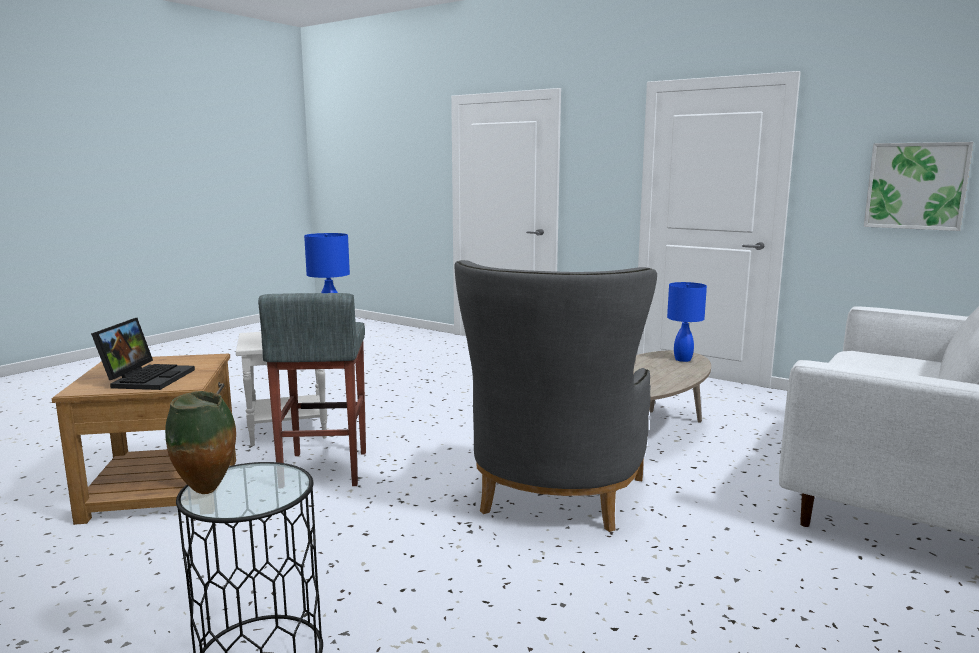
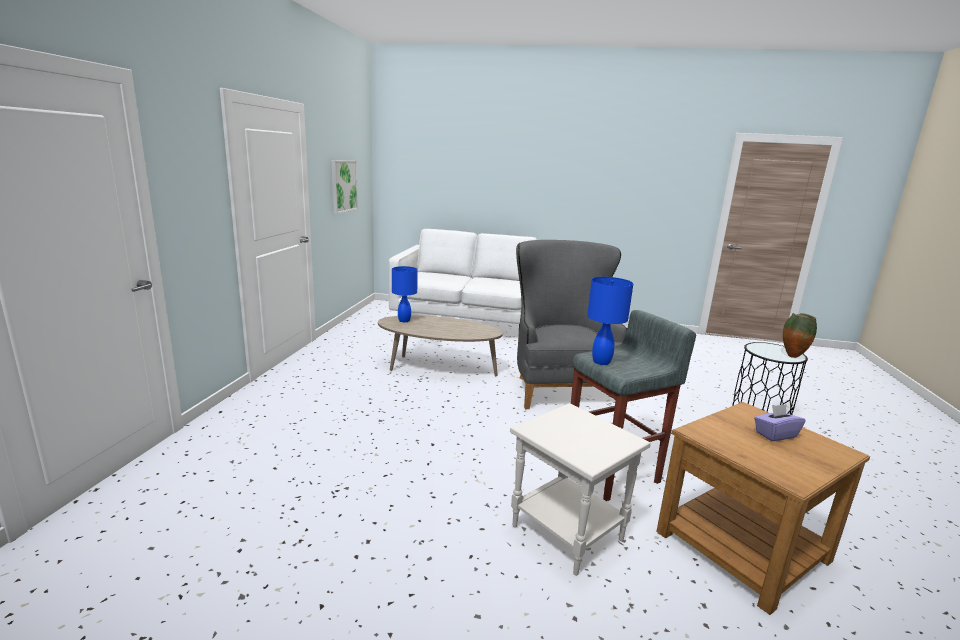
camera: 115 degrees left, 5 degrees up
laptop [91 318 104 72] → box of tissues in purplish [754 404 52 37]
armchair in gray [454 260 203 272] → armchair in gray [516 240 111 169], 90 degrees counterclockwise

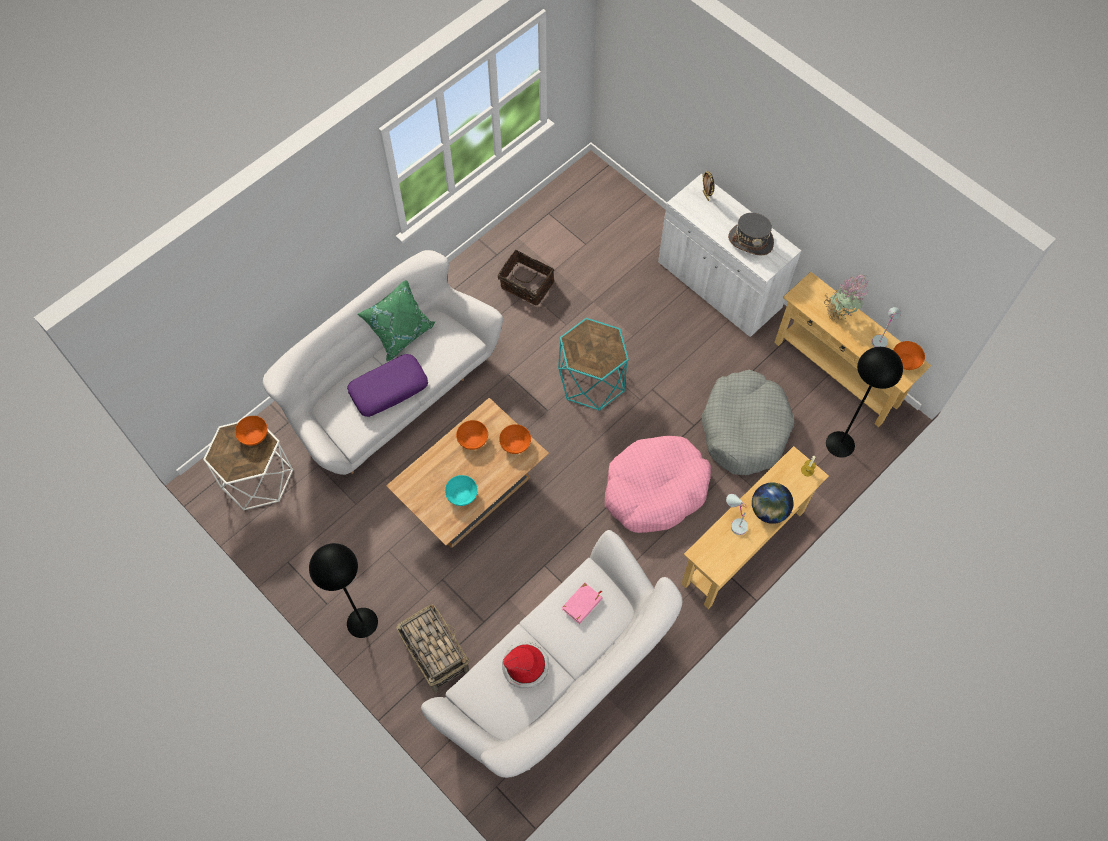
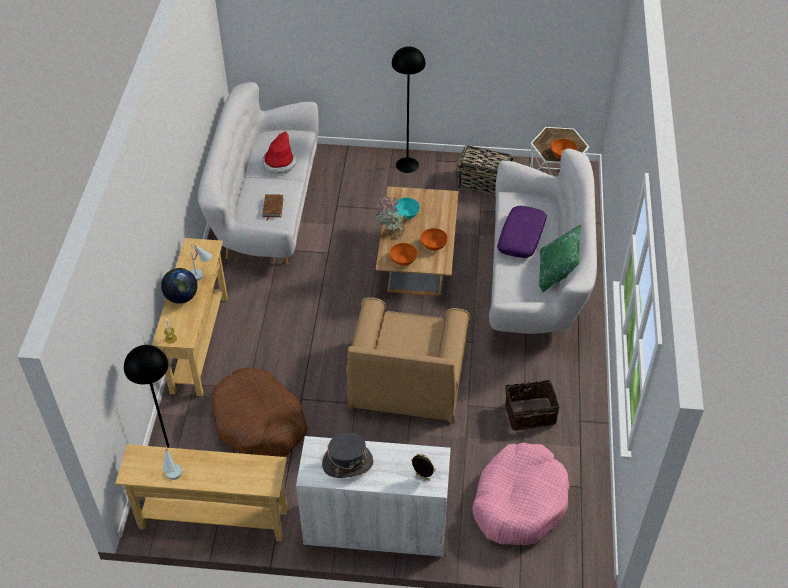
camera: 140 degrees right, 15 degrees down
basket [396 605 73 88] → basket [456 145 58 51], relocated
accent table in turquoise-coloured [558 318 71 93] → armchair in brown [346 298 124 126]
volume in pink-coloured [562 582 41 42] → volume in brown [262 194 22 27]
dog bed in pink-coloured [605 435 106 98] → dog bed in pink-coloured [472 442 98 103], relocated
dog bed in gray [701 370 93 105] → dog bed in brown [212 368 95 89]
potted plant [824 275 45 48] → potted plant [376 197 33 43], relocated
serving bowl in orange [893 341 32 29] → -

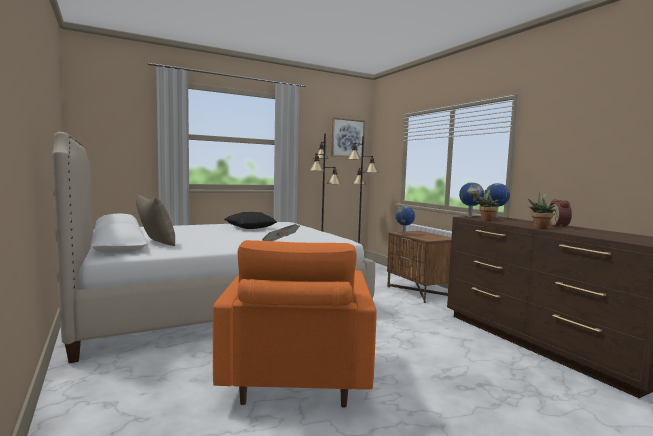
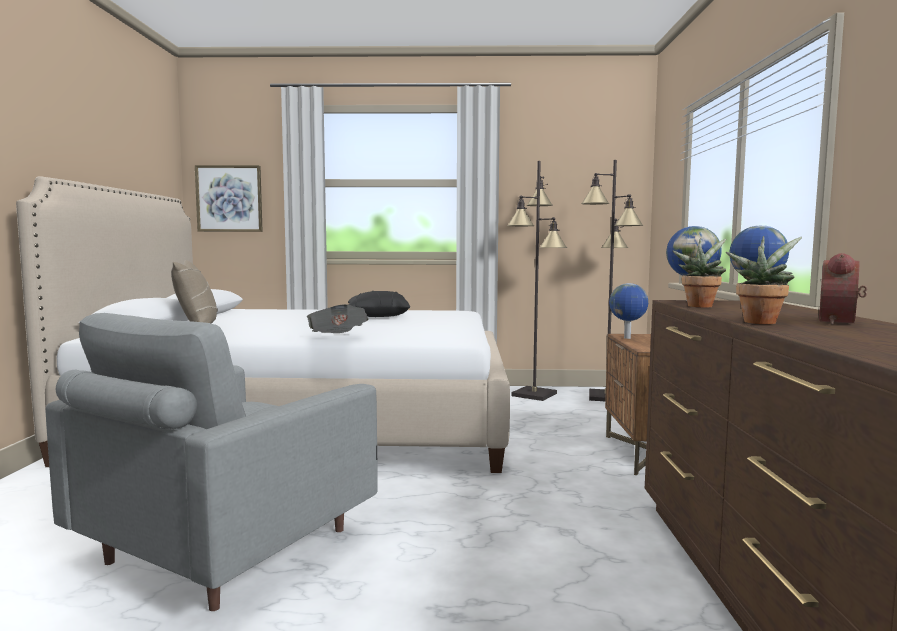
camera: 30 degrees right, 0 degrees up
armchair in orange [213 240 164 168] → armchair in gray [45 313 333 298]
picture [331 117 34 41] → picture [195 165 68 67], relocated

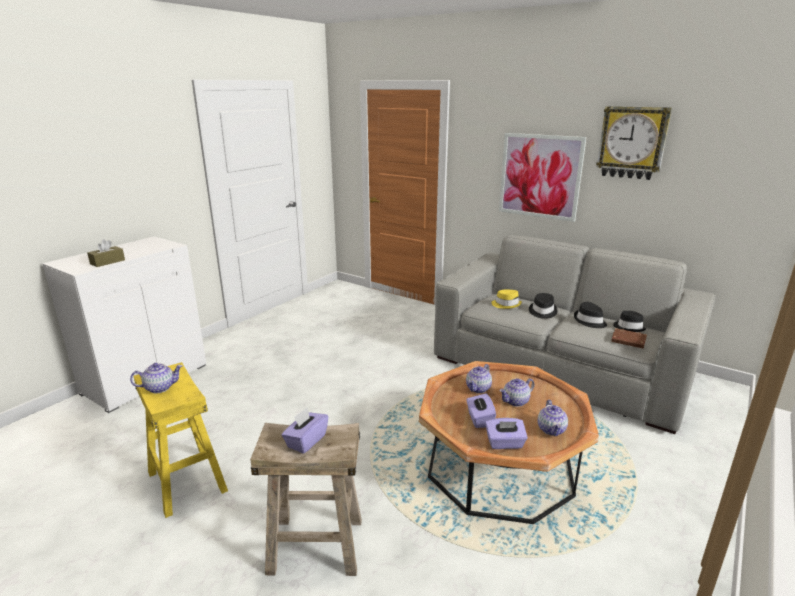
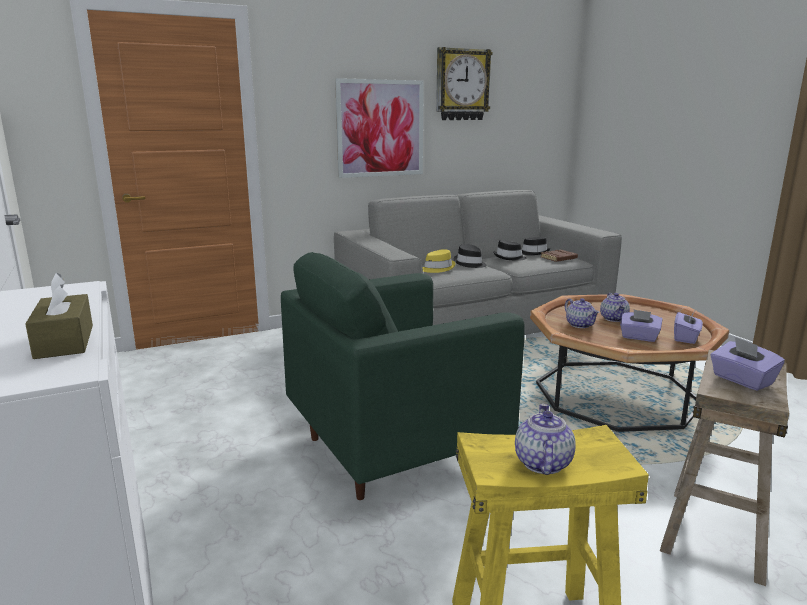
camera: 60 degrees left, 5 degrees down
teapot [538 400 30 36] → -
- → armchair in green-coloured [281 252 244 248]

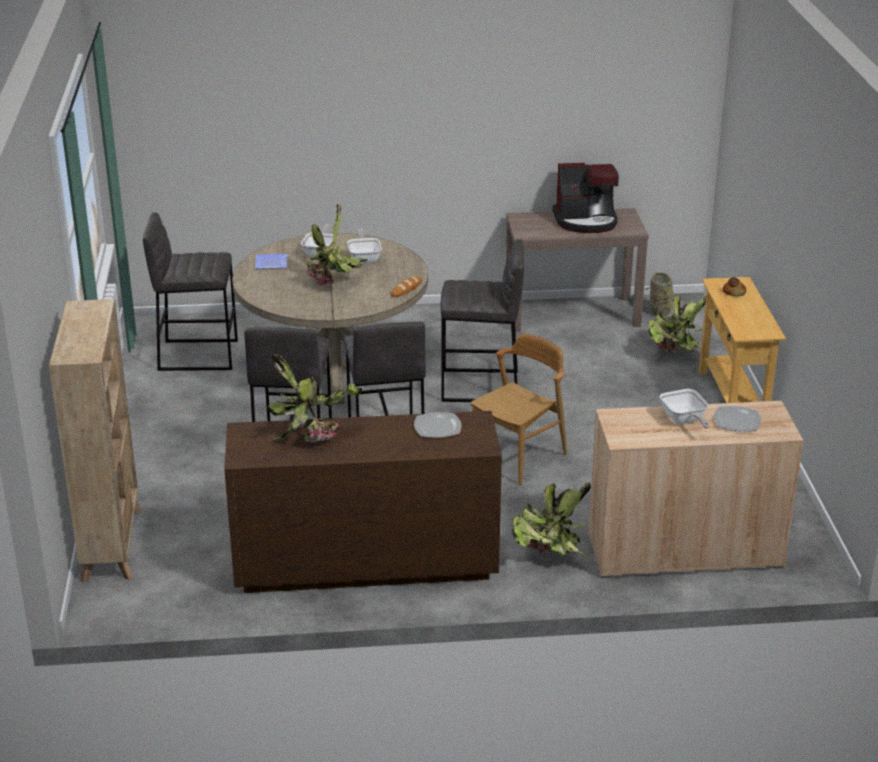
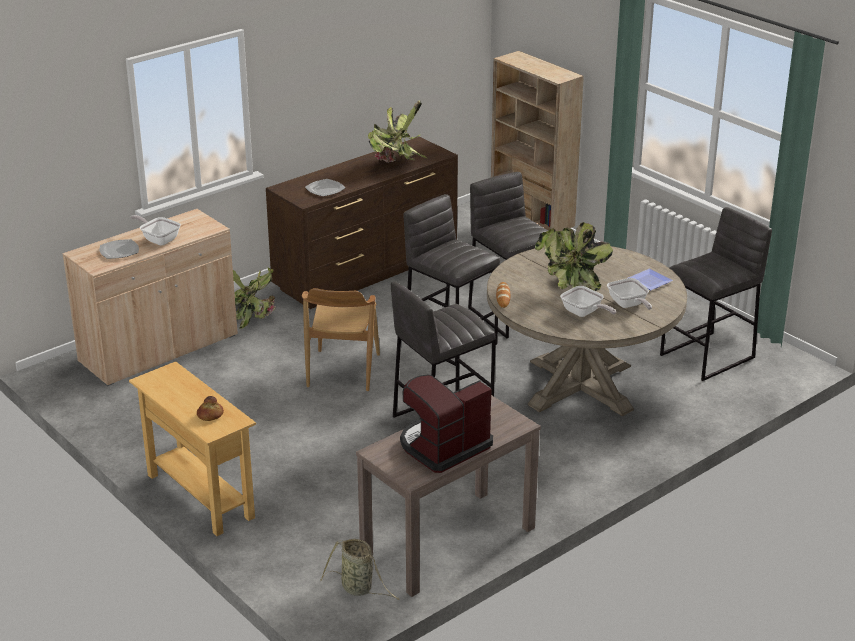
camera: 145 degrees right, 0 degrees up
potted plant [648 294 62 60] → -

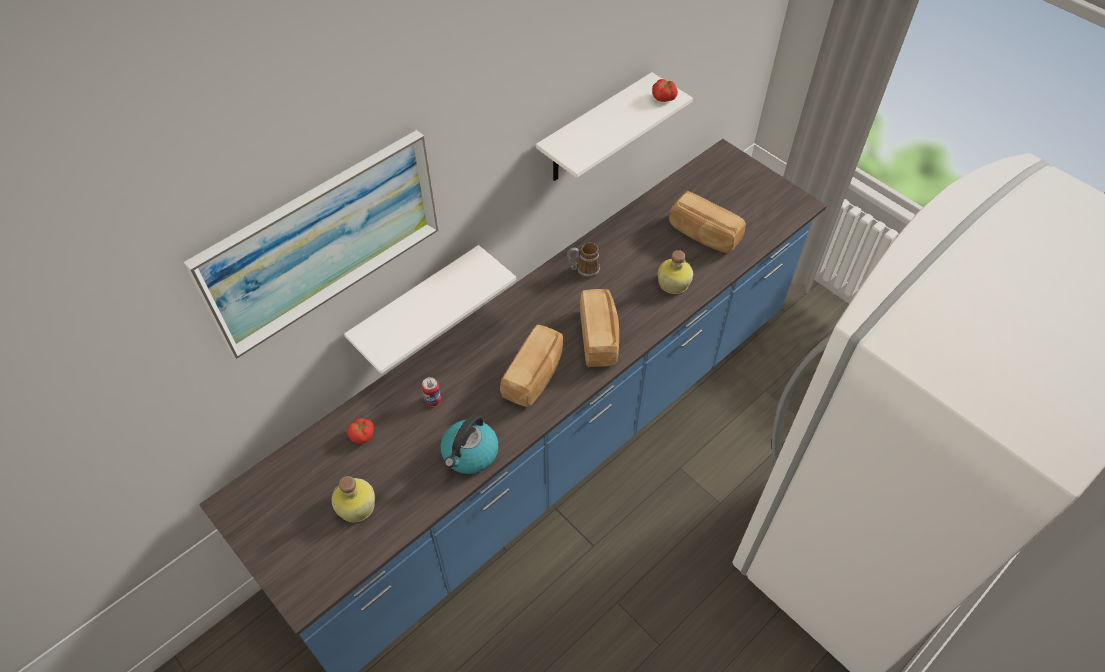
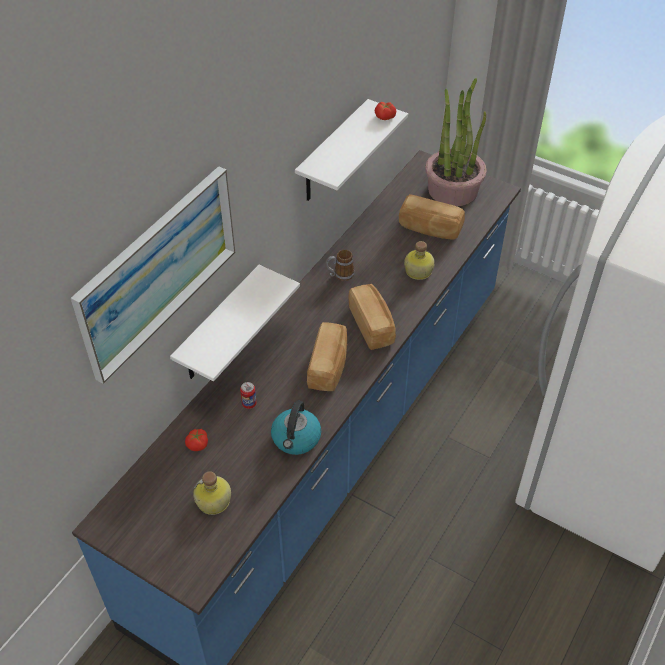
camera: 15 degrees left, 5 degrees down
- → potted plant [425 78 62 128]

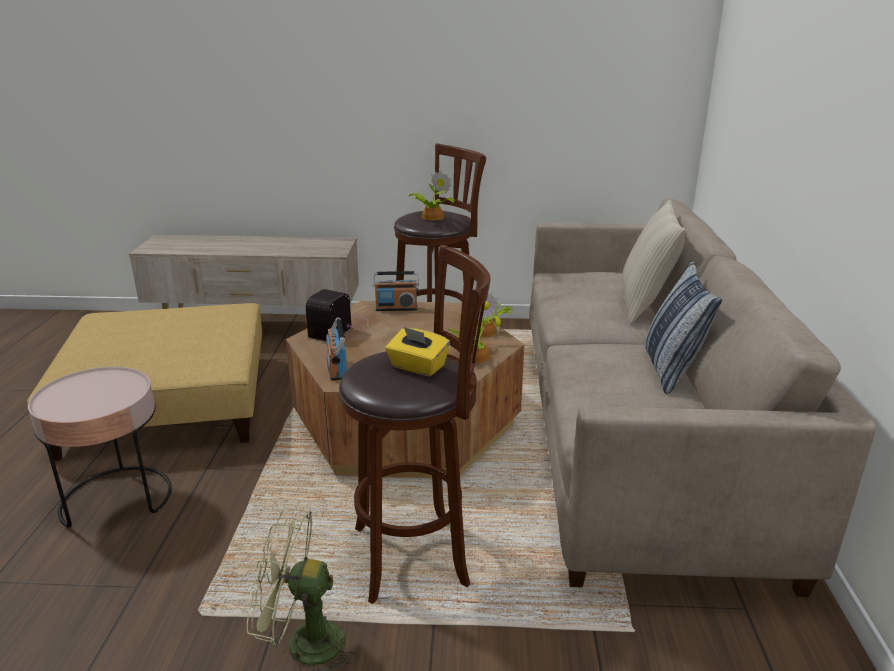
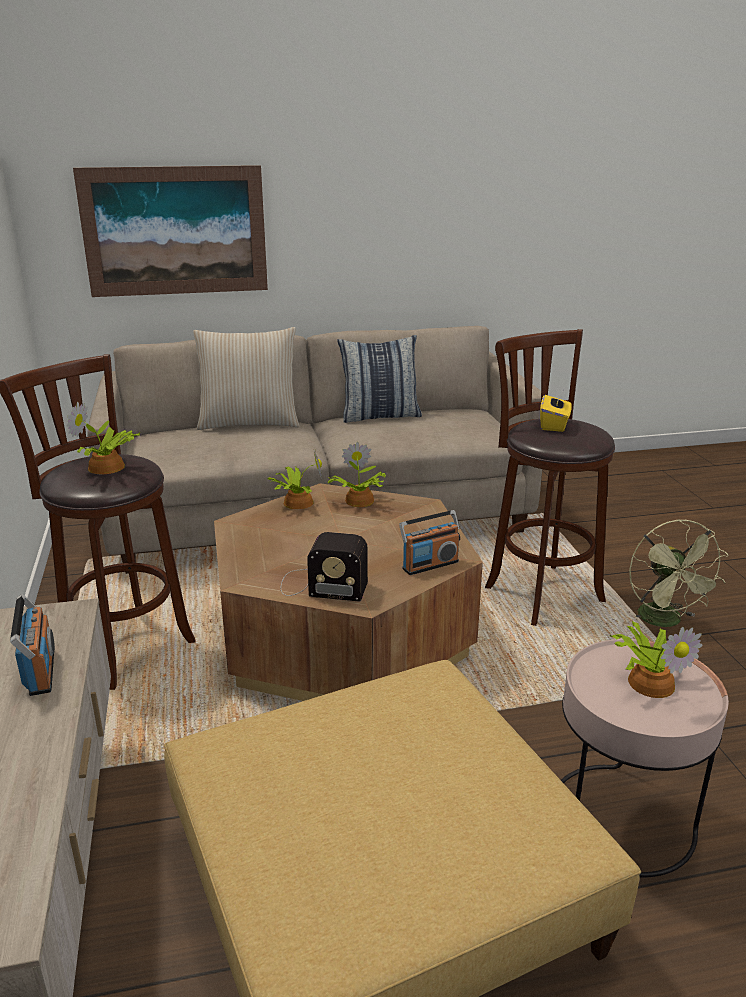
camera: 105 degrees left, 0 degrees up
radio [373 271 46 40] → radio [10 594 45 102], relocated
- → picture [73 165 195 132]
- → potted plant [610 622 92 76]

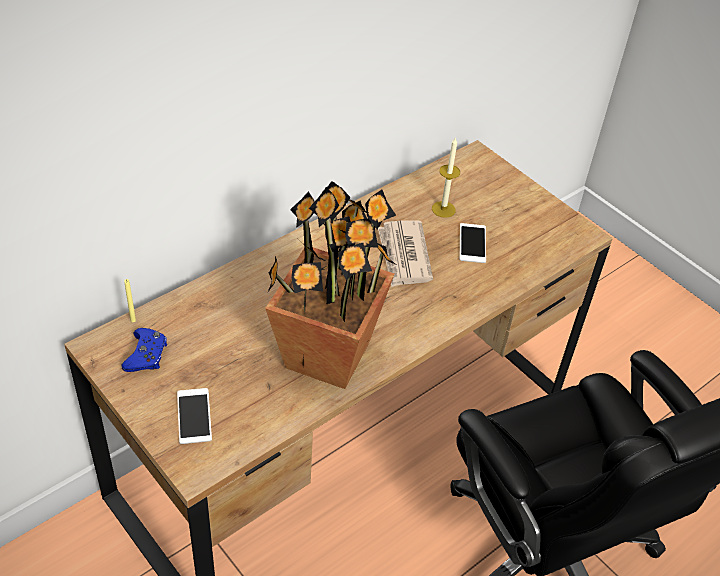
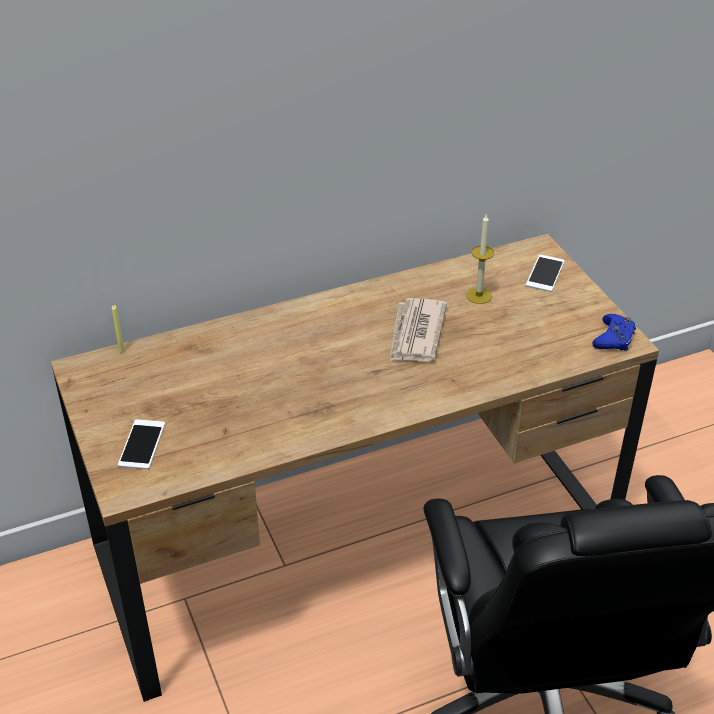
camera: 20 degrees right, 5 degrees down
gamepad in blue [121 328 46 44] → gamepad in blue [592 314 44 37], relocated
potted plant [265 181 131 208] → -
handset [460 223 26 40] → handset [526 255 39 37], relocated

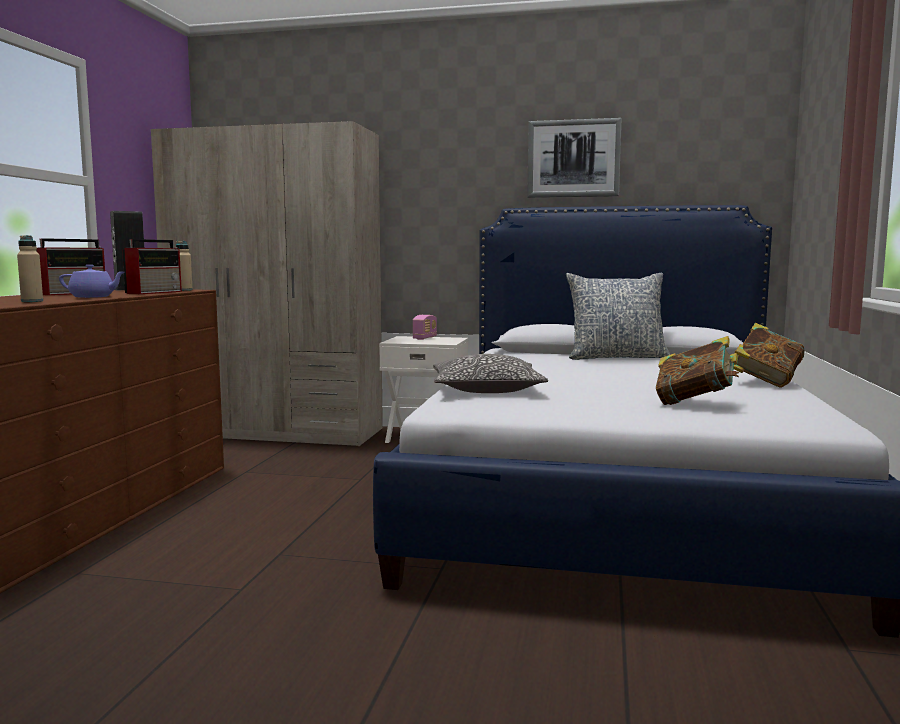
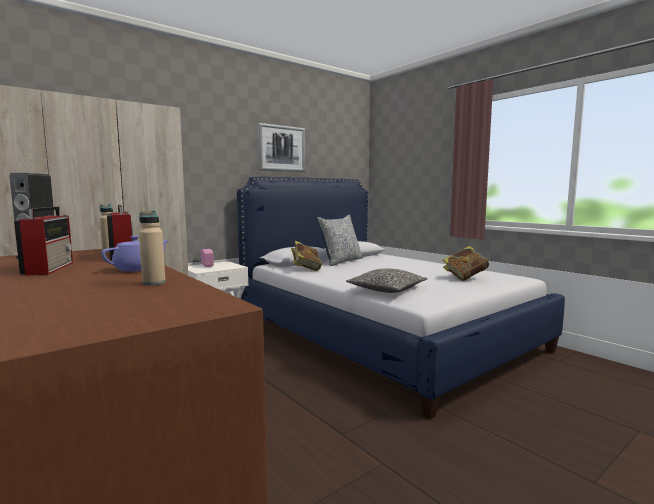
camera: 50 degrees left, 0 degrees up
volume [733 323 71 64] → volume [291 241 31 30], relocated

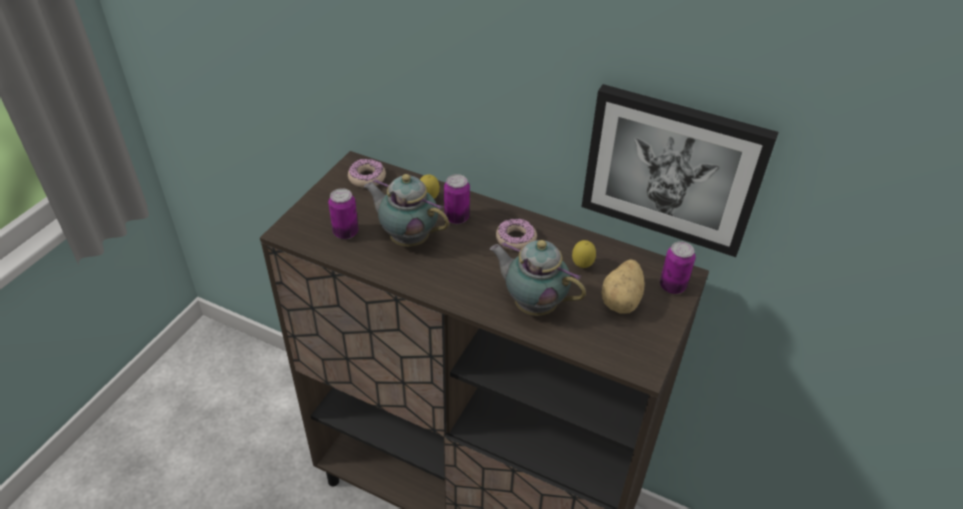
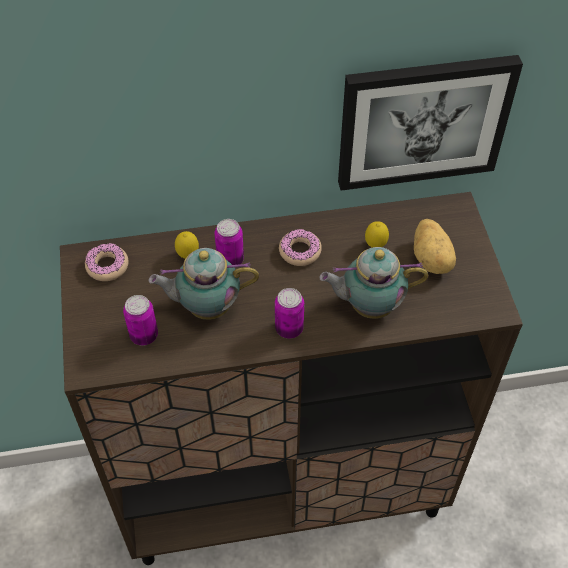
camera: 35 degrees left, 10 degrees up
can [660 241 35 53] → can [275 288 29 51], relocated

